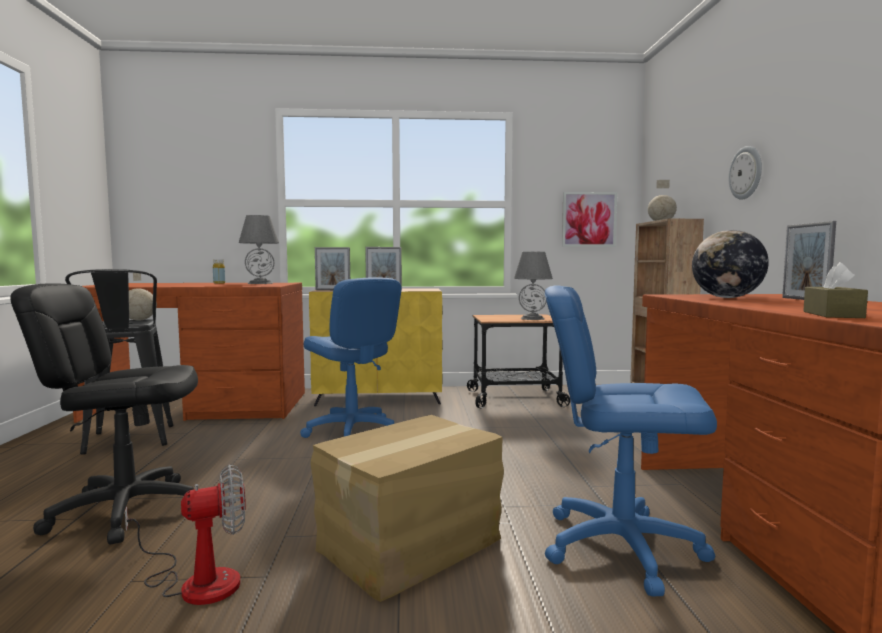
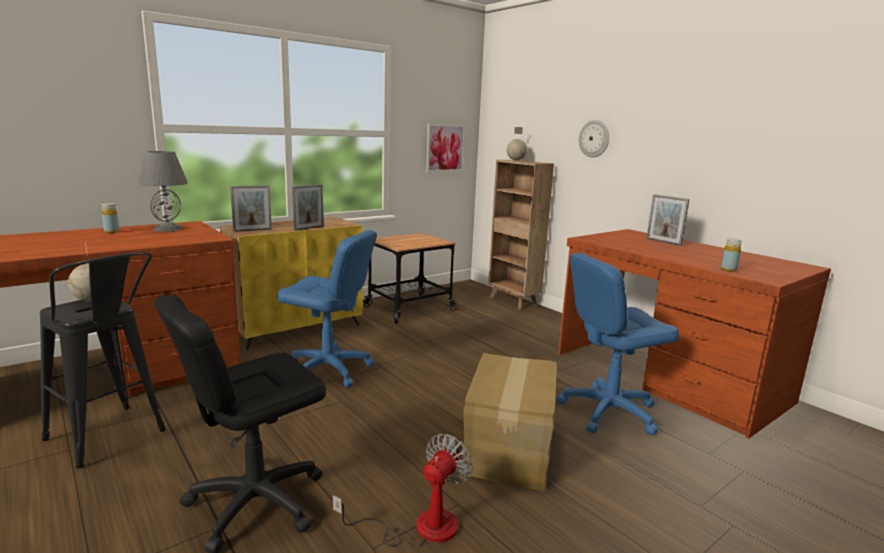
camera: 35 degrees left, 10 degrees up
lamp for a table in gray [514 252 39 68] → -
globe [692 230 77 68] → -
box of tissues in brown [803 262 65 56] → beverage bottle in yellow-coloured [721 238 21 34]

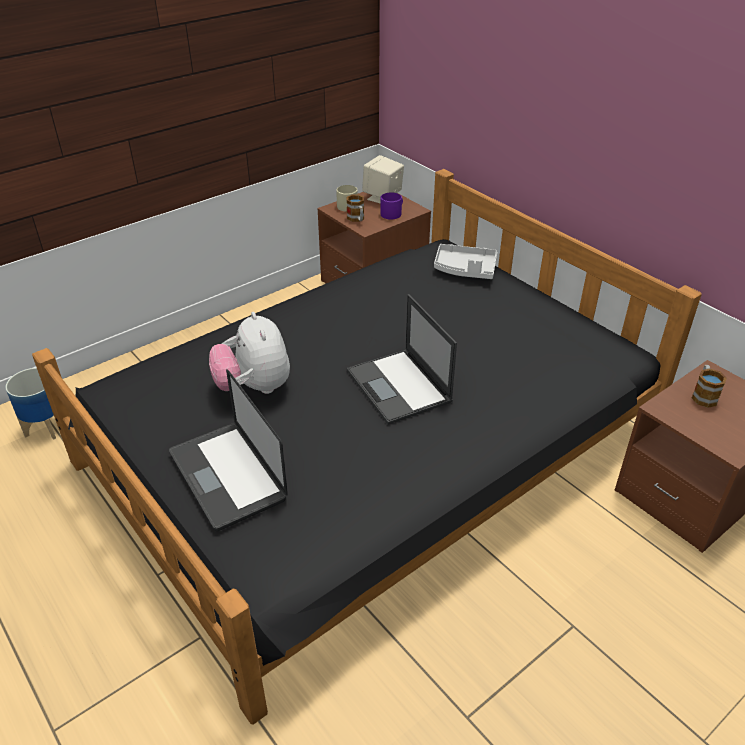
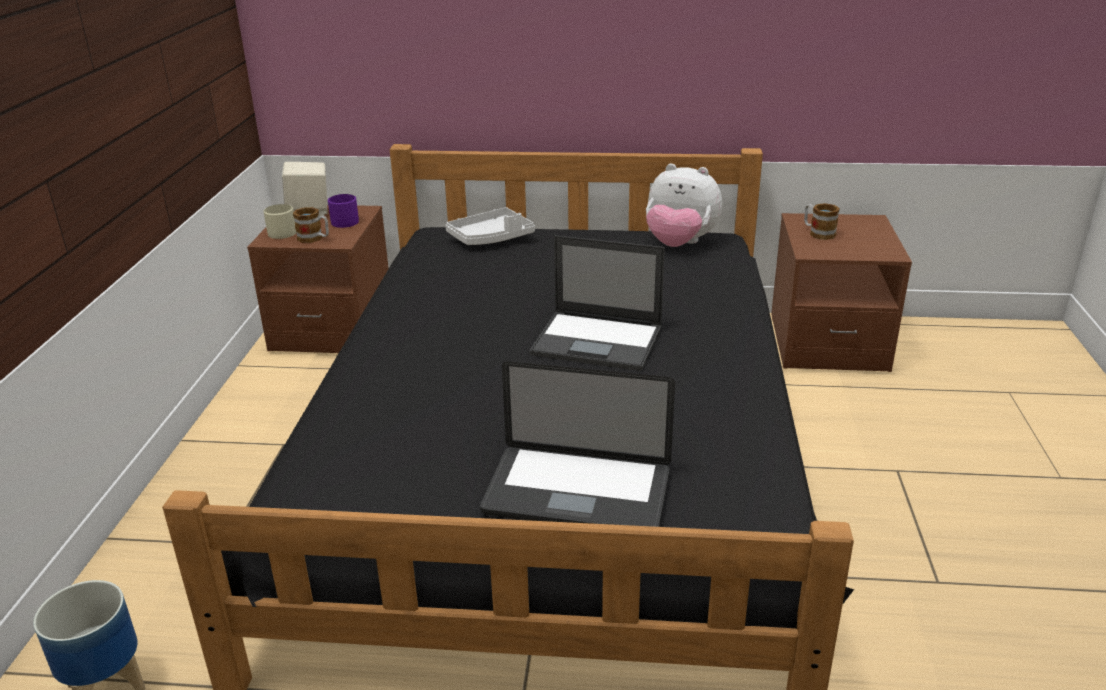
camera: 45 degrees left, 10 degrees down
cuddly toy [209 312 81 82] → cuddly toy [646 164 76 83], relocated

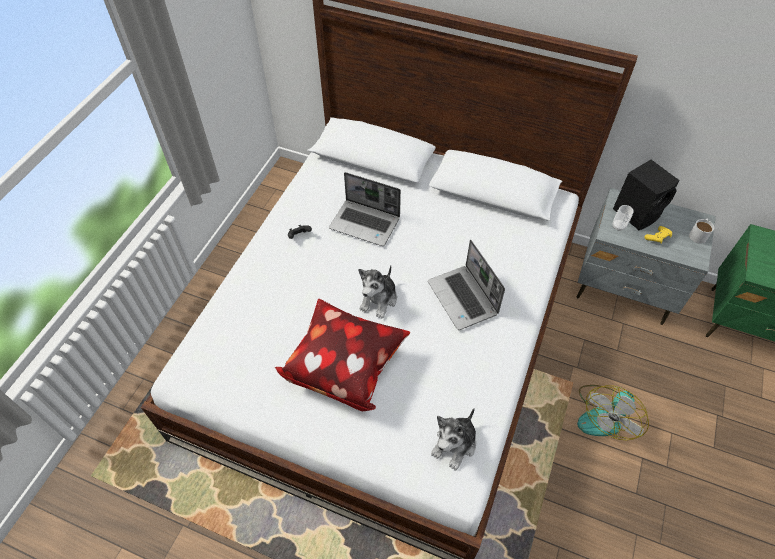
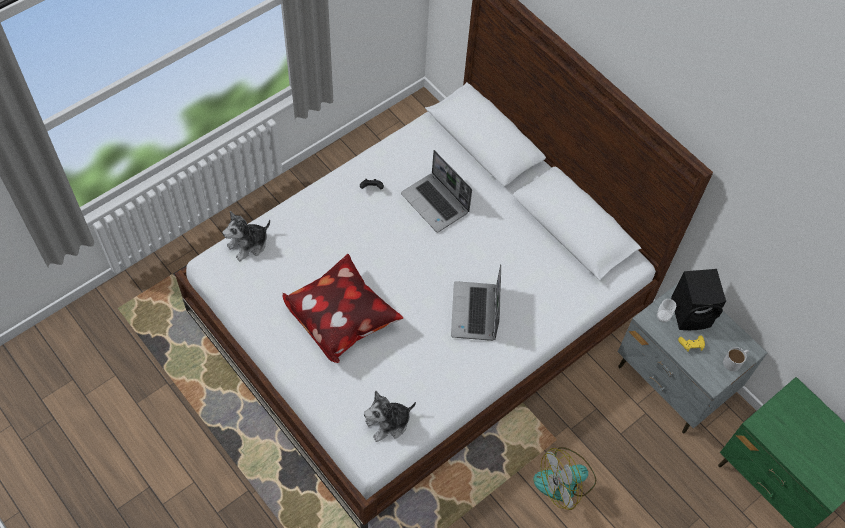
camera: 25 degrees right, 5 degrees up
cuddly toy [359 265 38 54] → cuddly toy [222 211 48 50], relocated

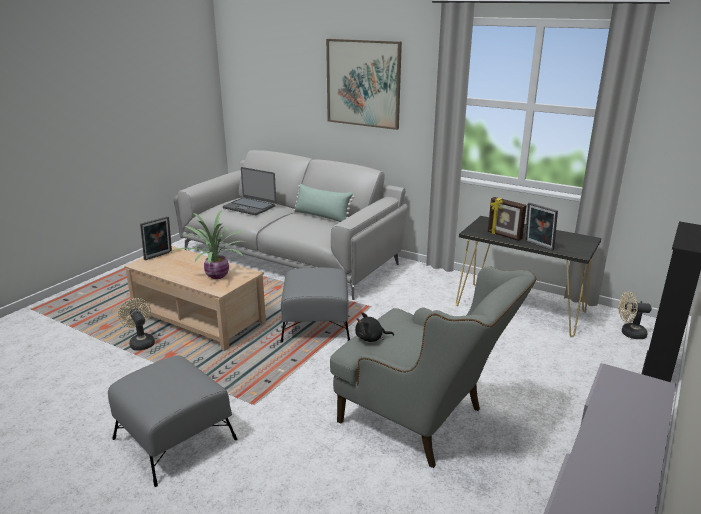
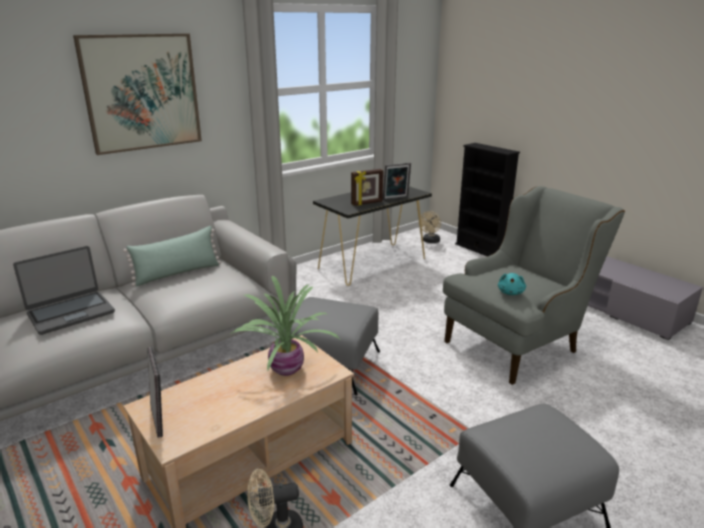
camera: 70 degrees left, 0 degrees up
cuddly toy in black-coloured [355 312 39 30] → cuddly toy in turquoise-coloured [498 273 28 22]

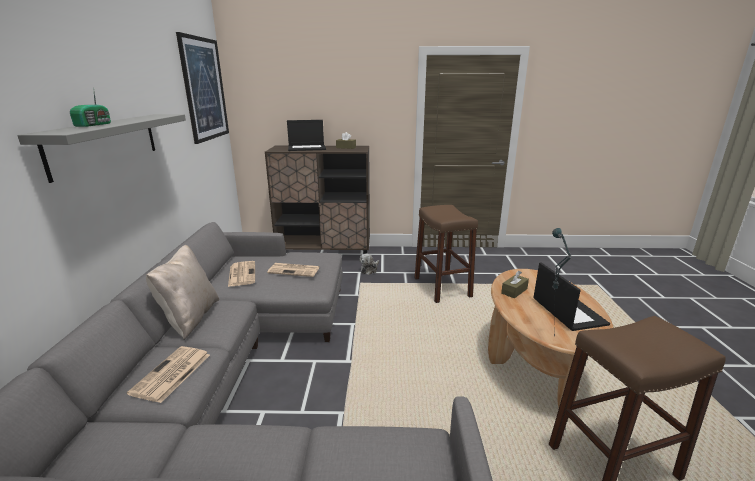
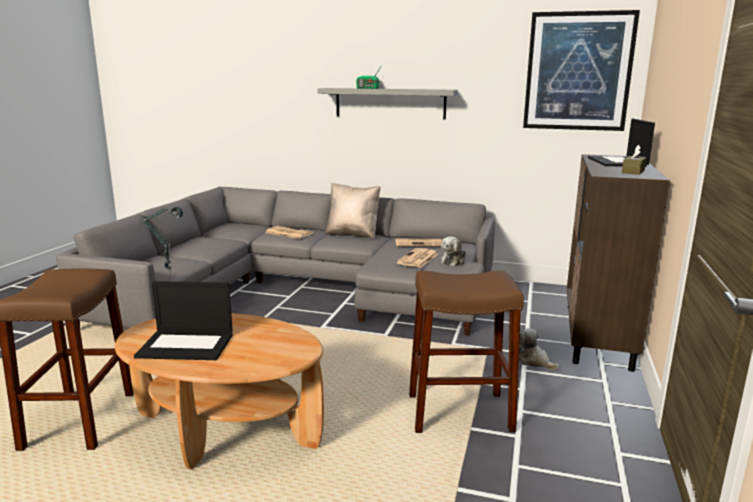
camera: 105 degrees right, 5 degrees down
box of tissues in brown [501 271 28 27] → -
- → cuddly toy [441 236 25 30]

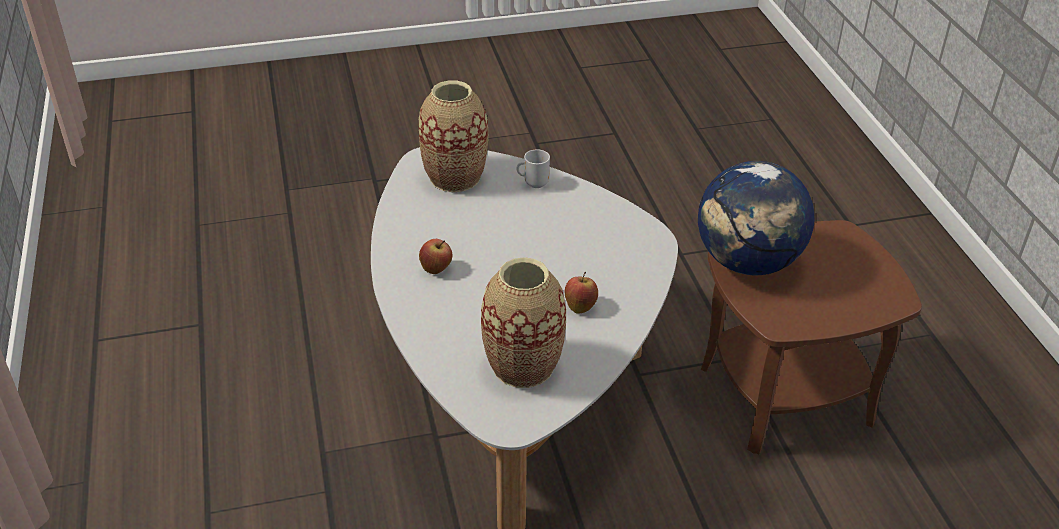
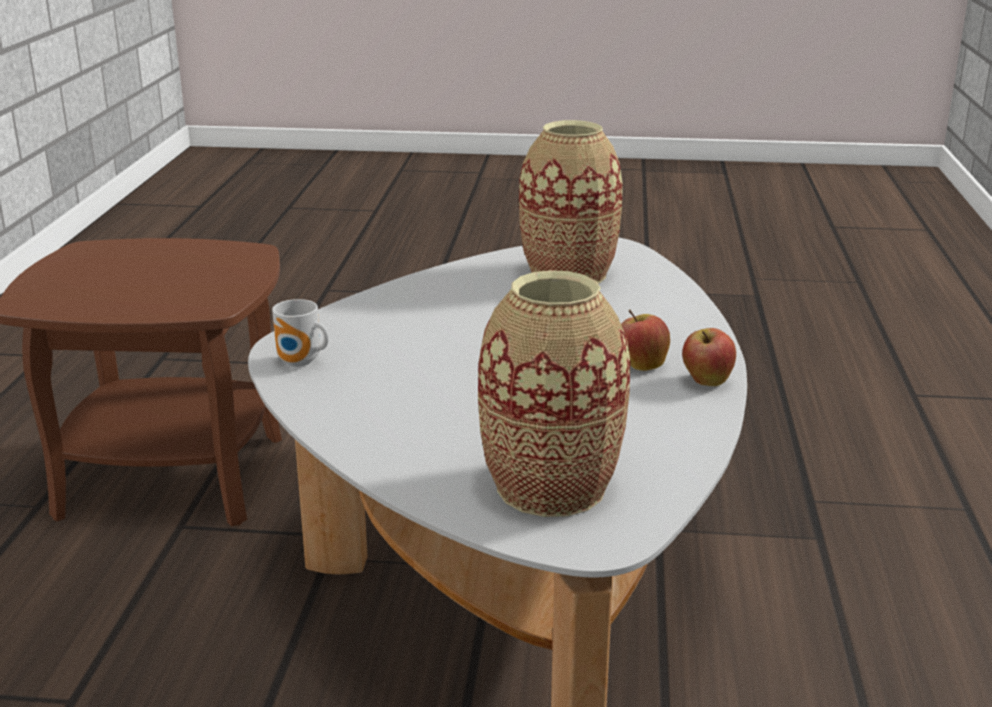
camera: 160 degrees left, 15 degrees down
coffee mug [516 150 34 38] → coffee mug [272 299 57 68], relocated
apple fruit [565 272 33 42] → apple fruit [682 328 54 58], relocated
globe [698 161 116 114] → -

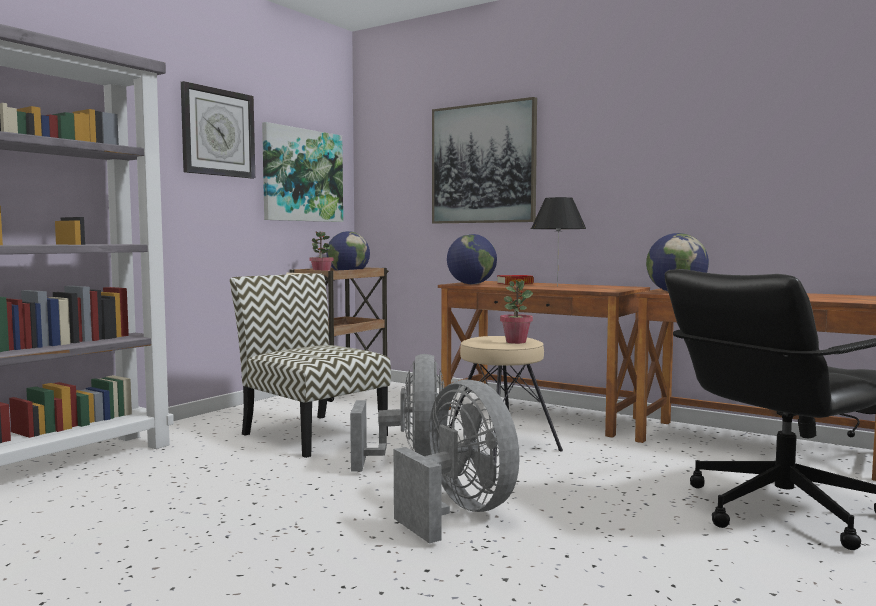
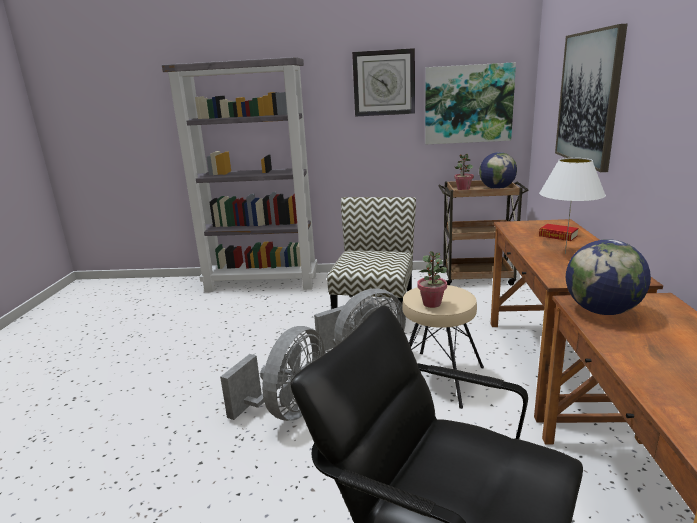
camera: 60 degrees right, 15 degrees up
globe [447 234 50 50] → -
lamp for a table in black-coloured [531 197 55 89] → lamp for a table in white-coloured [539 158 67 96]

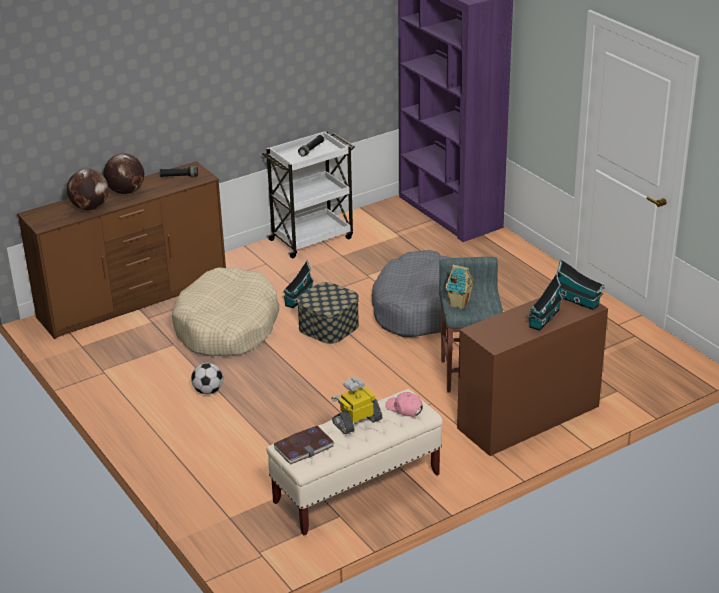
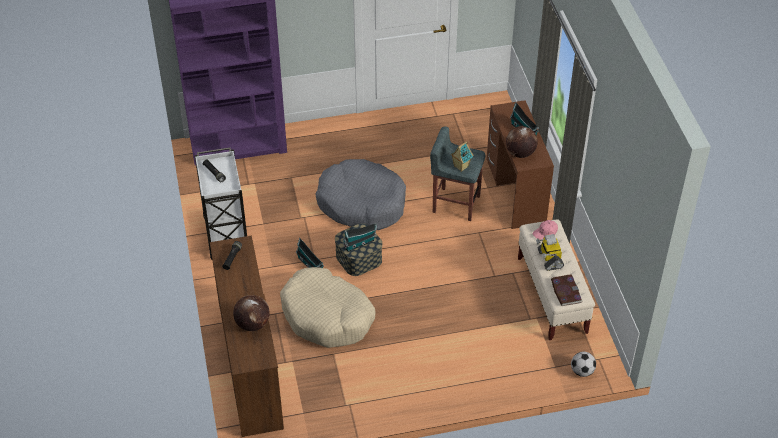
camera: 70 degrees left, 15 degrees up
globe [104 153 40 41] → globe [506 126 32 32], relocated
football ball [191 363 32 31] → football ball [571 352 25 25], relocated
miniature house [557 259 47 51] → miniature house [342 223 35 29], relocated

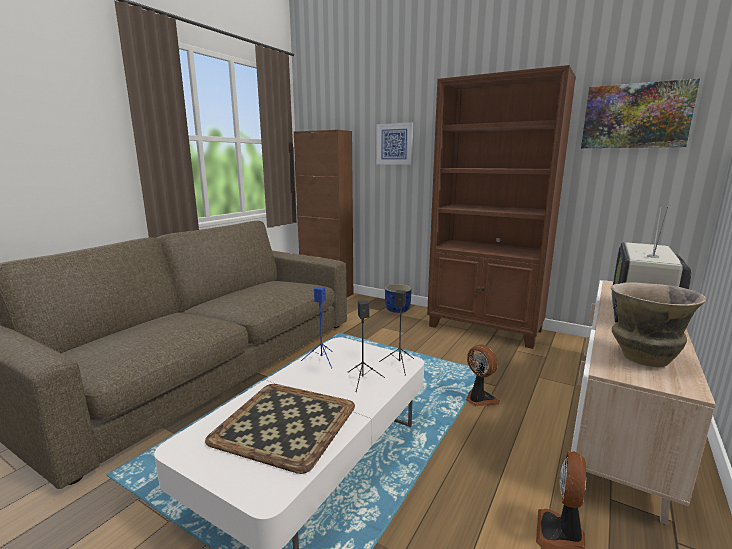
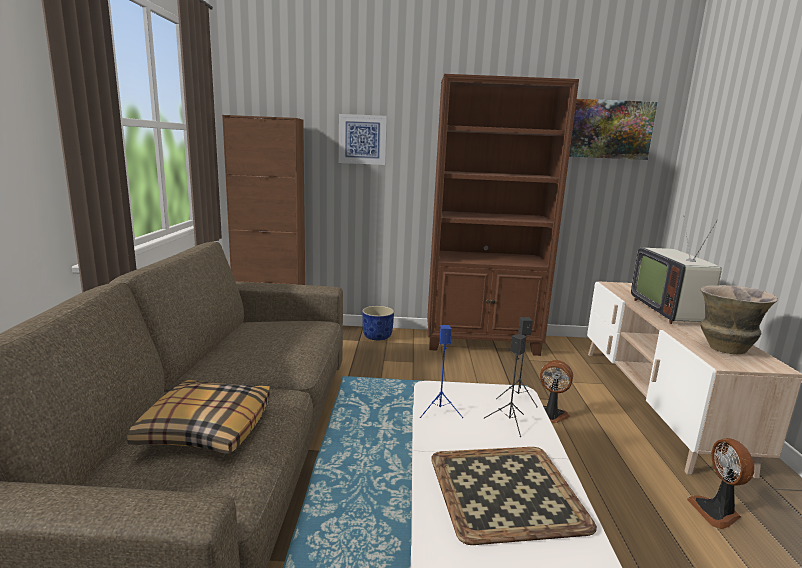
camera: 30 degrees left, 0 degrees up
- → pillow [127 380 143 74]

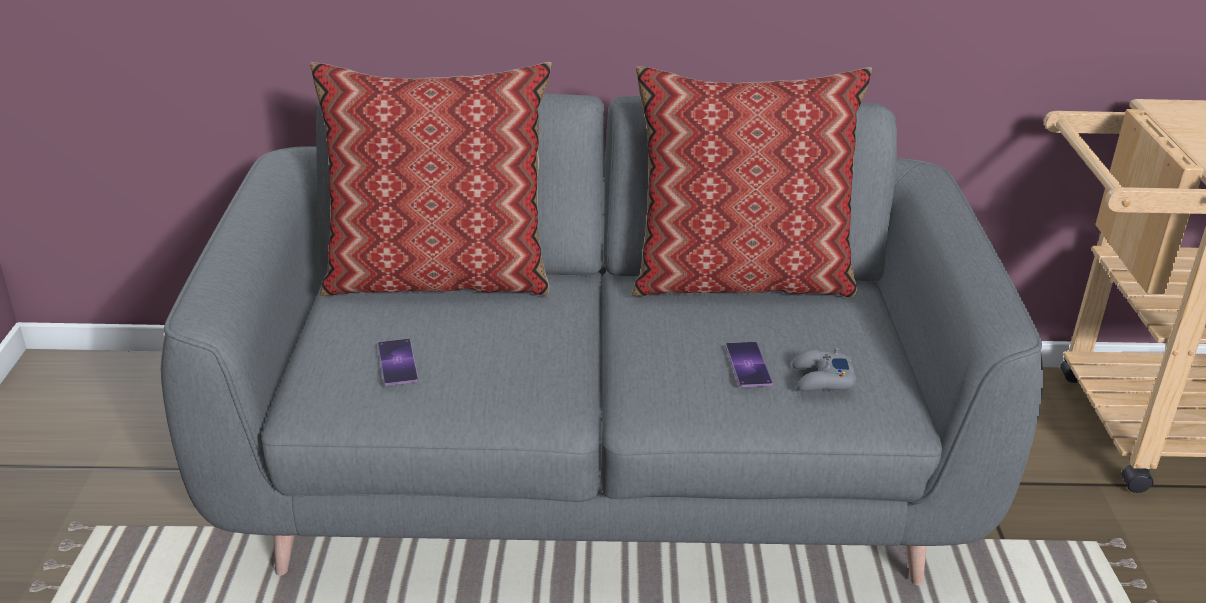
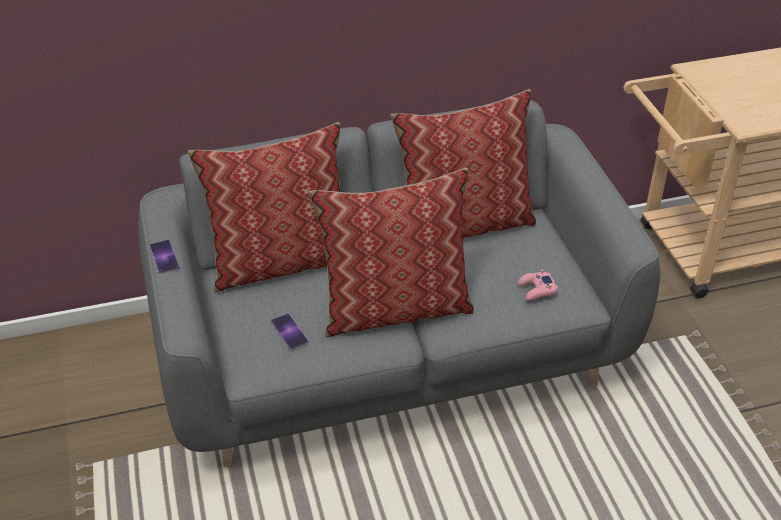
camera: 15 degrees left, 10 degrees up
handset [726 342 47 45] → handset [150 240 30 33], relocated
gamepad in gray [792 347 64 44] → gamepad in pink-coloured [518 270 40 31]
- → pillow [309 168 165 169]

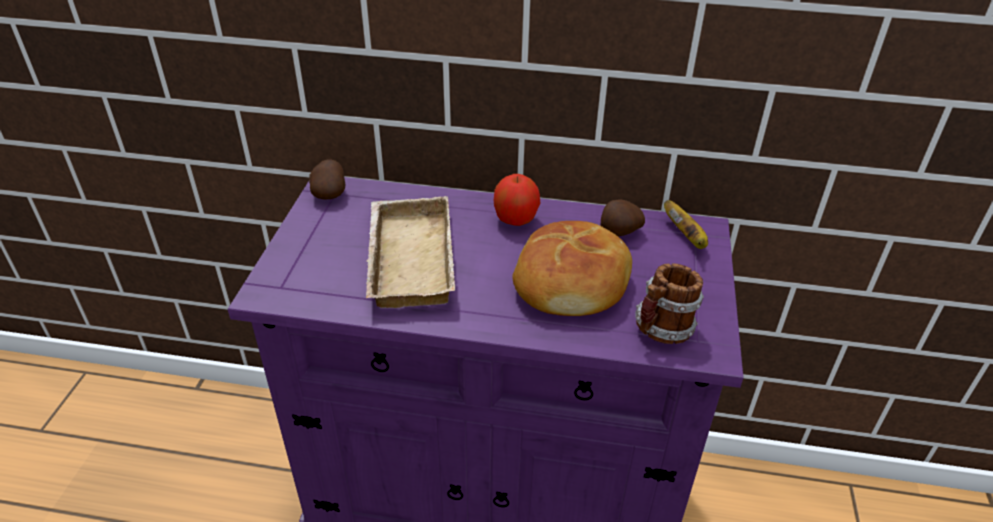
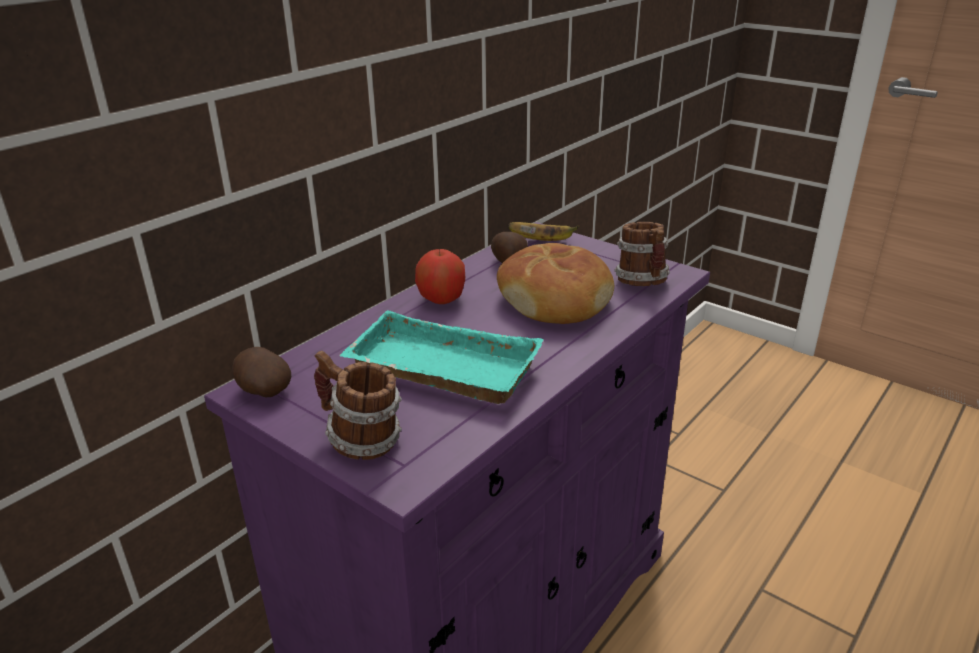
camera: 60 degrees left, 10 degrees down
serving tray in beige [366 196 89 112] → serving tray in turquoise-coloured [340 310 204 94]
- → coffee mug [314 351 88 109]

